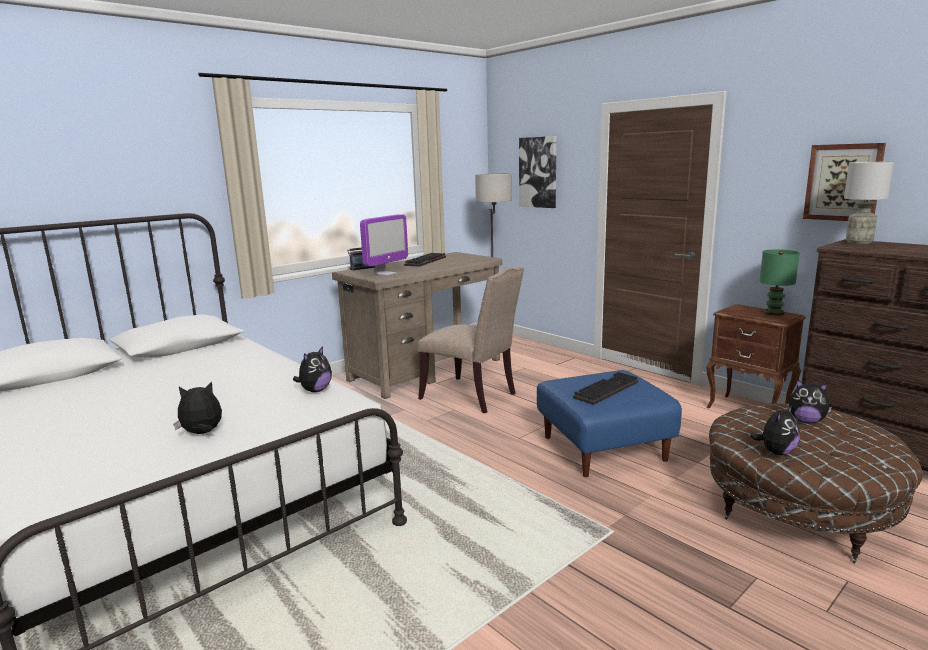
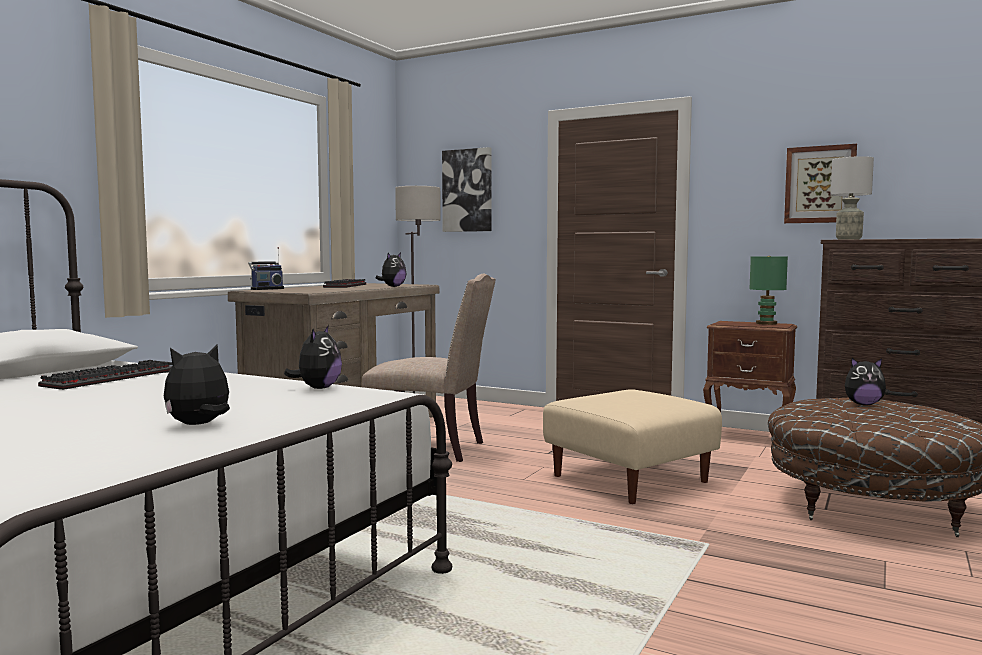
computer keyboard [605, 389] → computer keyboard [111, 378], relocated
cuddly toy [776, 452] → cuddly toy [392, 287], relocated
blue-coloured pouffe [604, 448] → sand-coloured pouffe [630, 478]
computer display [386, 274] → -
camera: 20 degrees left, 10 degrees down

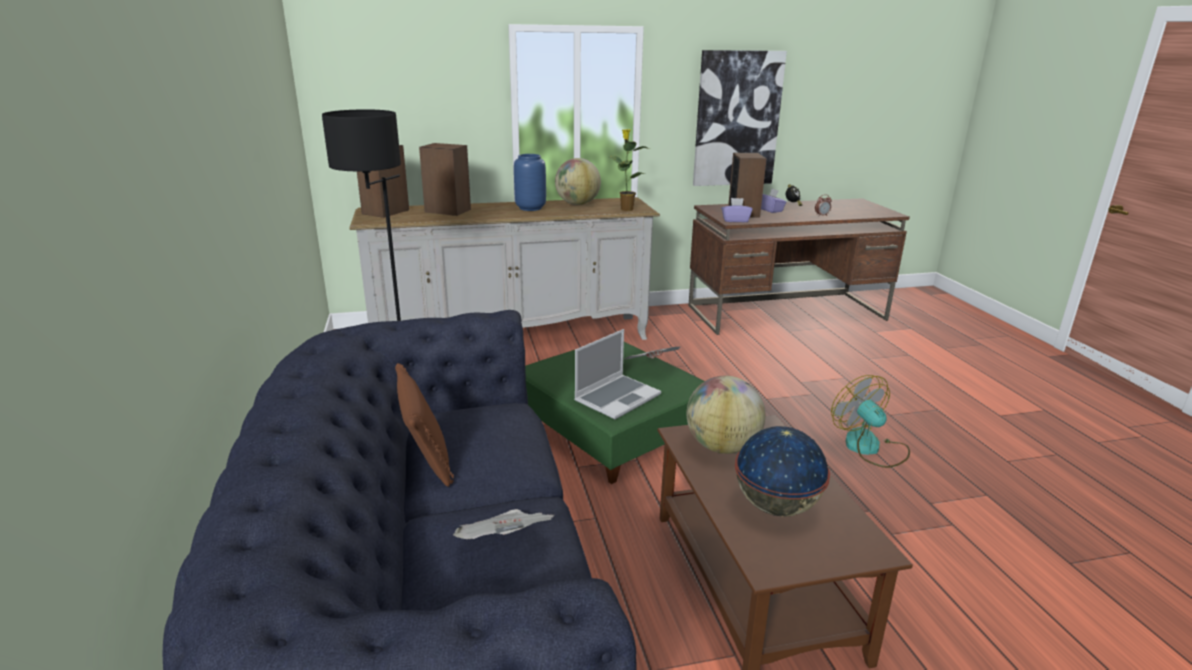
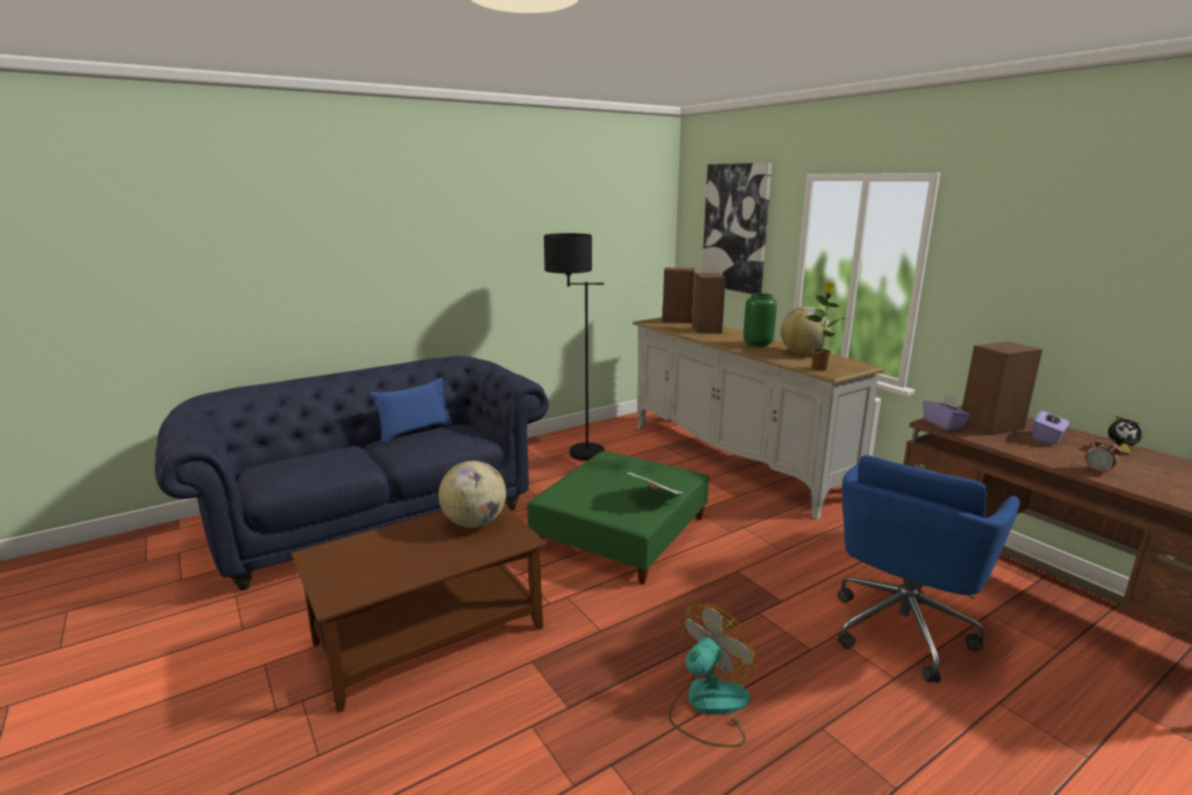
brown-coloured cushion [425, 454] → blue-coloured cushion [415, 431]
picture [737, 119] → picture [736, 228], relocated
blue-coloured flower vase [531, 208] → green-coloured flower vase [758, 344]
- → blue-coloured desk chair [902, 629]
daily paper [505, 545] → -
notebook computer [617, 397] → -
desk globe [776, 506] → -
camera: 70 degrees right, 5 degrees down

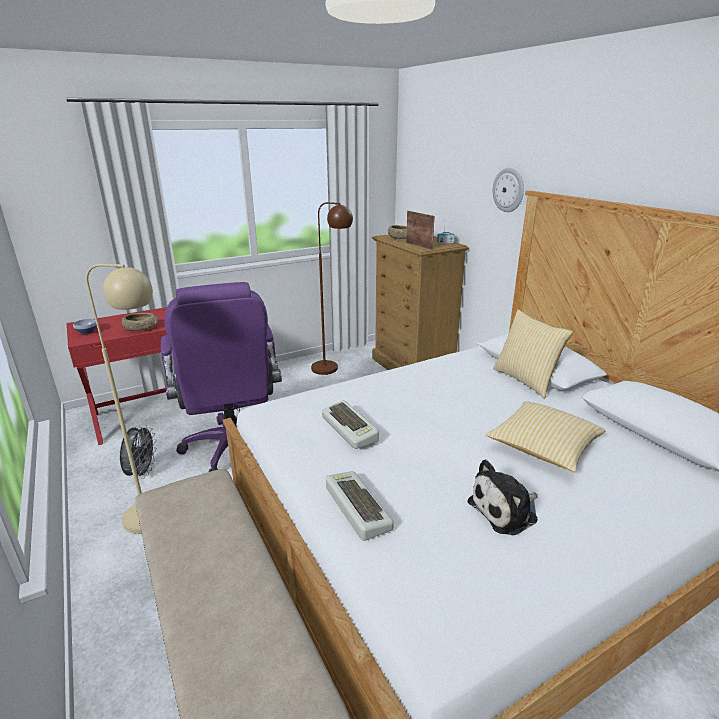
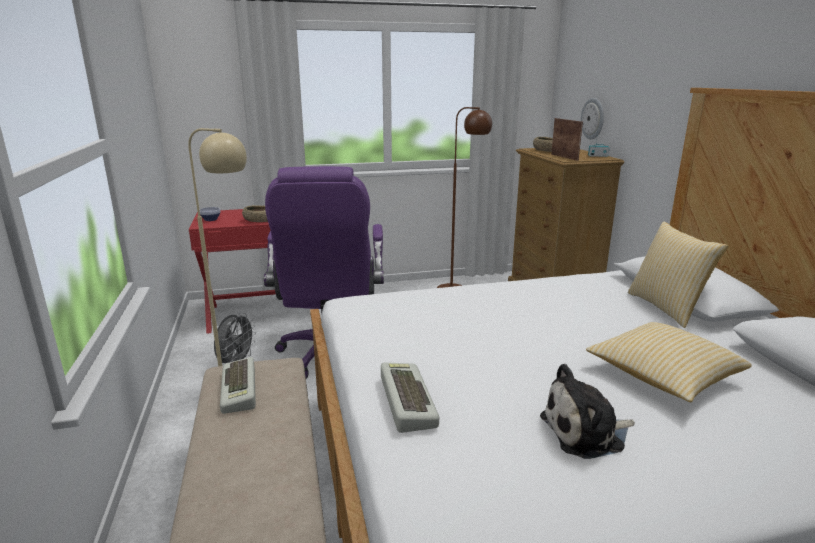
computer keyboard [351, 429] → computer keyboard [241, 390], relocated
clock on the wall [508, 190] → clock on the wall [593, 118], relocated
camera: 15 degrees right, 5 degrees down

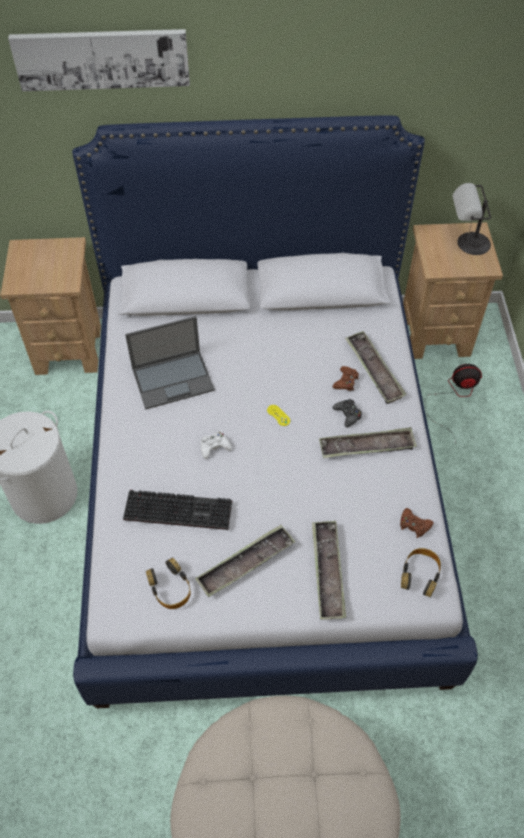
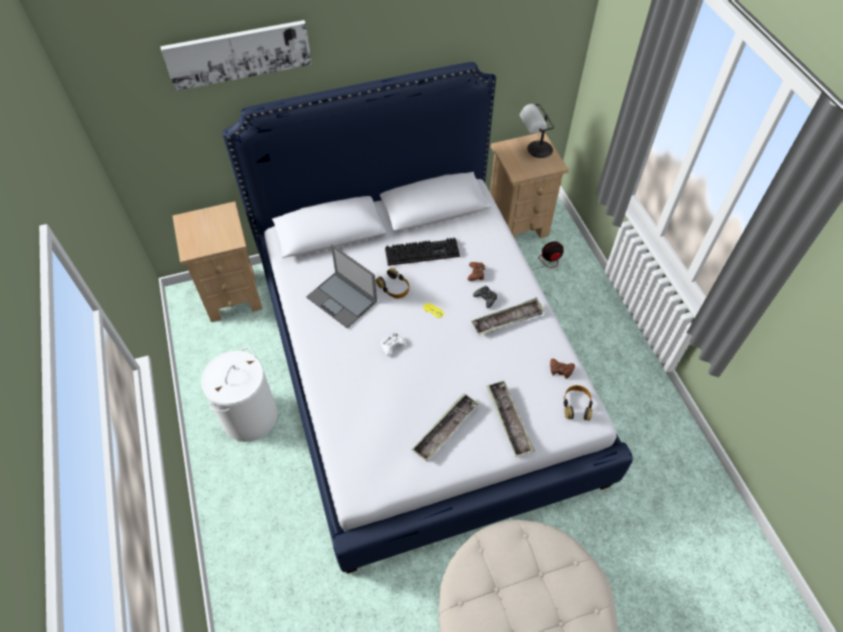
notebook computer [174, 379] → notebook computer [342, 300], 75 degrees clockwise
pair of headphones [170, 587] → pair of headphones [394, 287], relocated
computer keyboard [180, 509] → computer keyboard [423, 251], relocated
tray [374, 370] → -
camera: 15 degrees left, 0 degrees up

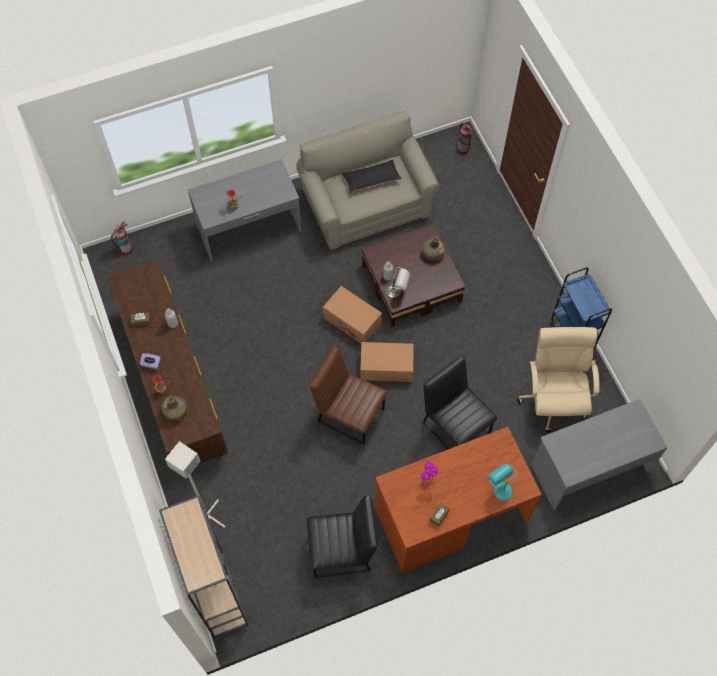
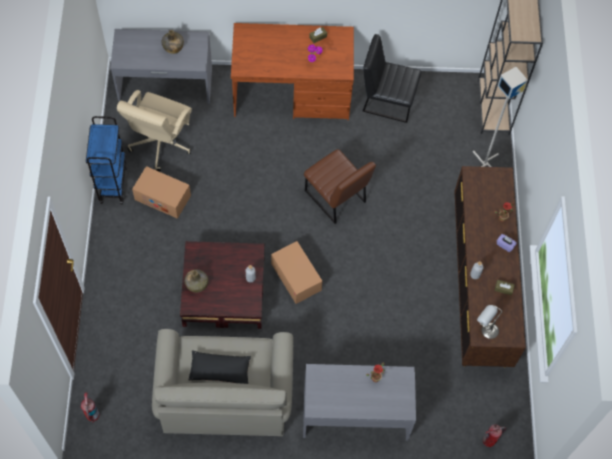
packing box [386, 367] → packing box [162, 197], relocated
green-coloured bottle [176, 411] → green-coloured bottle [173, 47], relocated
white-coloured lamp for a table [397, 290] → white-coloured lamp for a table [486, 328], relocated
blackish plain chair [455, 426] → -
blue-green lamp for a table [500, 488] → -
camera: 160 degrees left, 0 degrees up

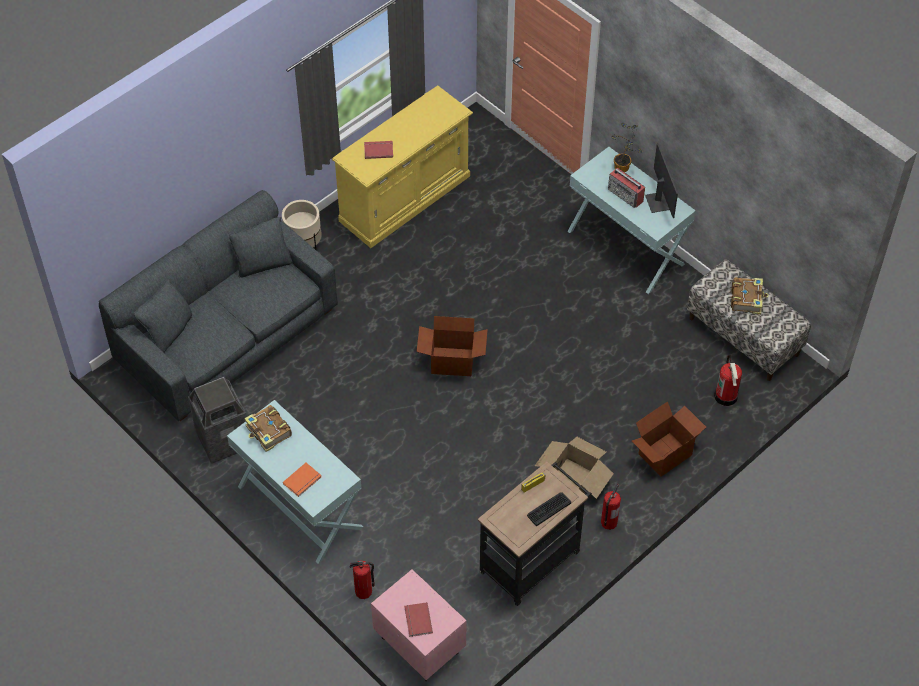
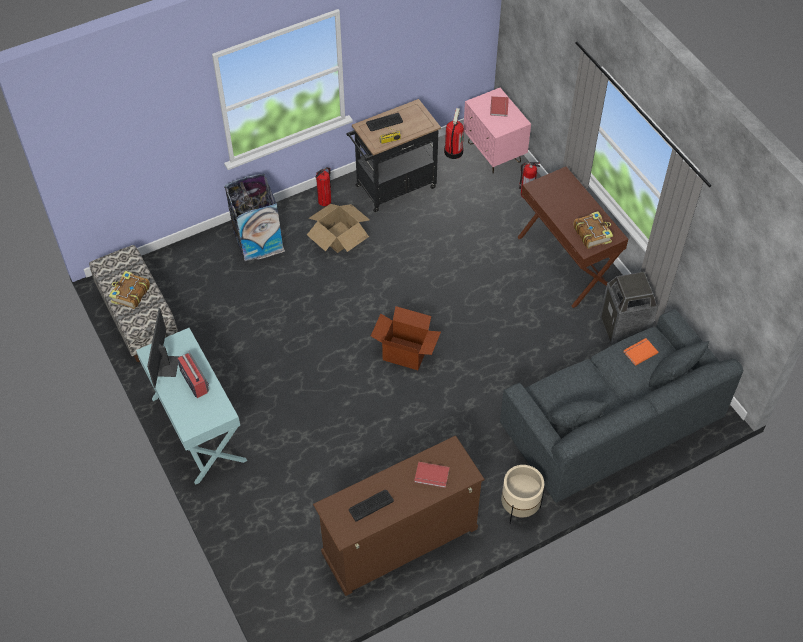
packing box [664, 453] → rubbish bin [257, 239]
yellowish cupboard [405, 198] → brown-coloured cupboard [399, 541]
- → computer keyboard [371, 505]
fire extinguisher [726, 396] → fire extinguisher [453, 151], relocated
blue-green desk table [299, 507] → brown-coloured desk table [566, 262]
orangey book [303, 481] → orangey book [639, 352], relocated
plant in a pot [623, 168] → -
camera: 165 degrees left, 0 degrees up

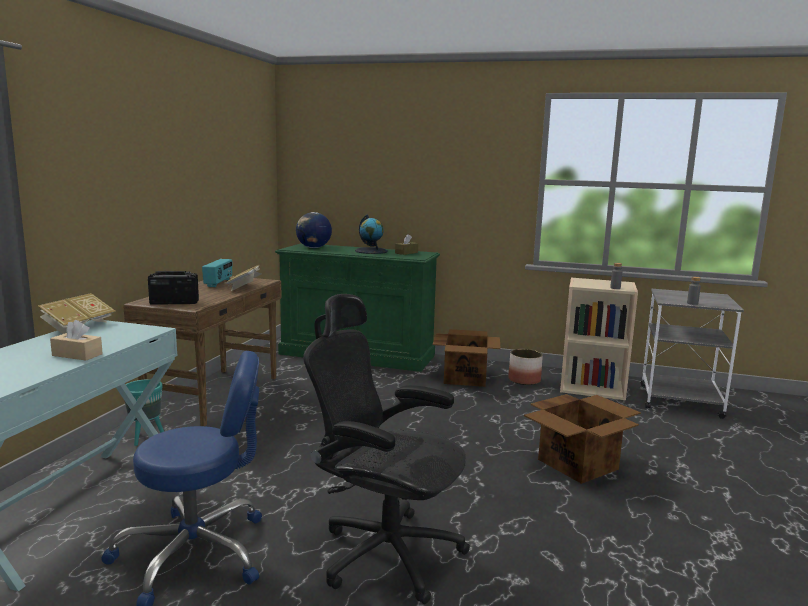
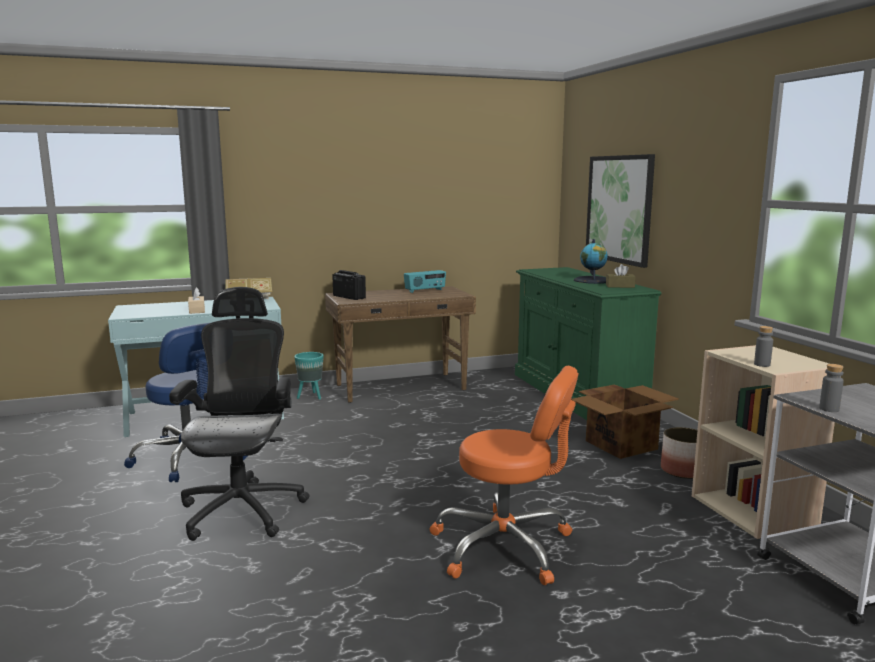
packing box [579, 464] → orangey desk chair [509, 548]
- → picture [619, 209]
book [244, 287] → -
desk globe [313, 247] → -
camera: 55 degrees right, 0 degrees up

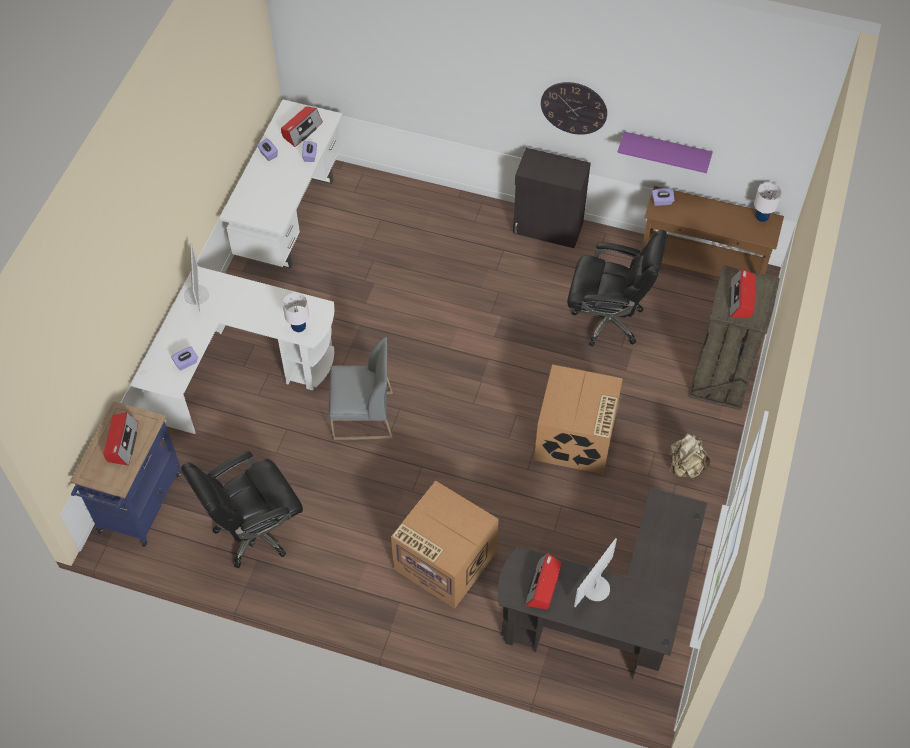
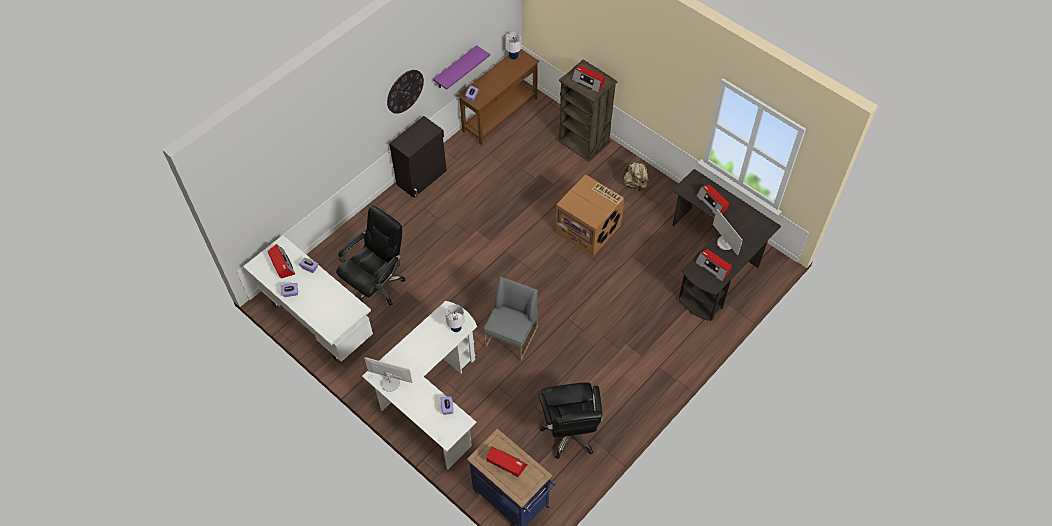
blackish desk chair [606, 320] → blackish desk chair [377, 286], relocated
- → radio [712, 203]
packing box [443, 561] → -
camera: 65 degrees left, 0 degrees up

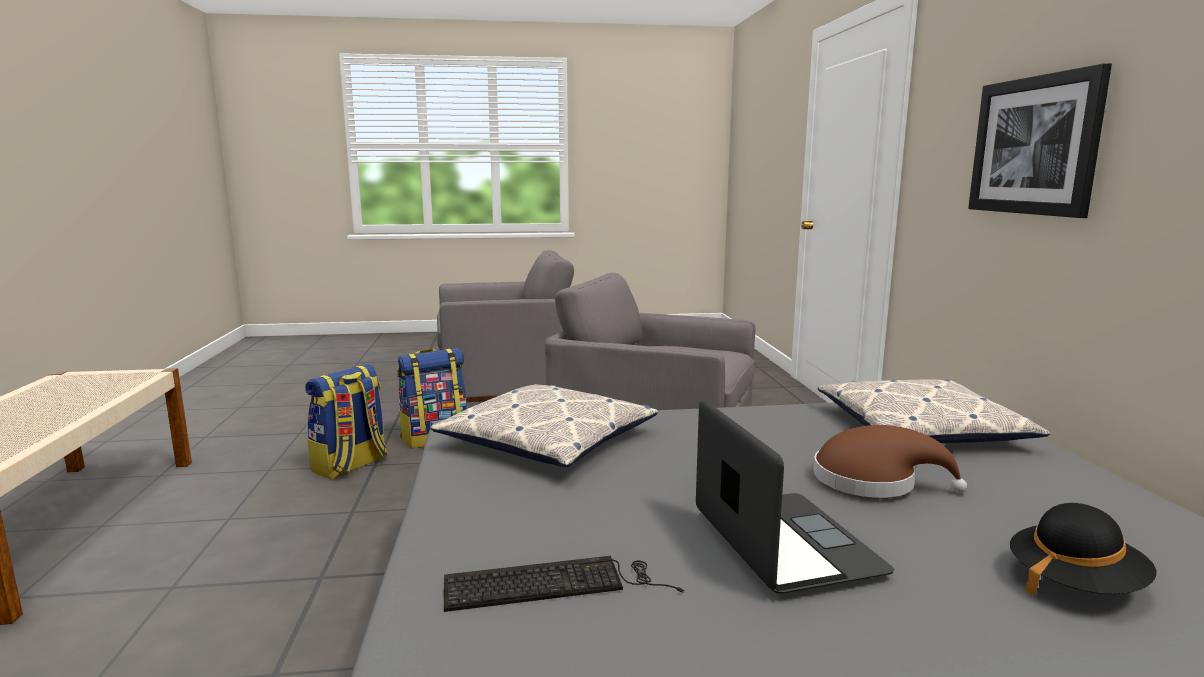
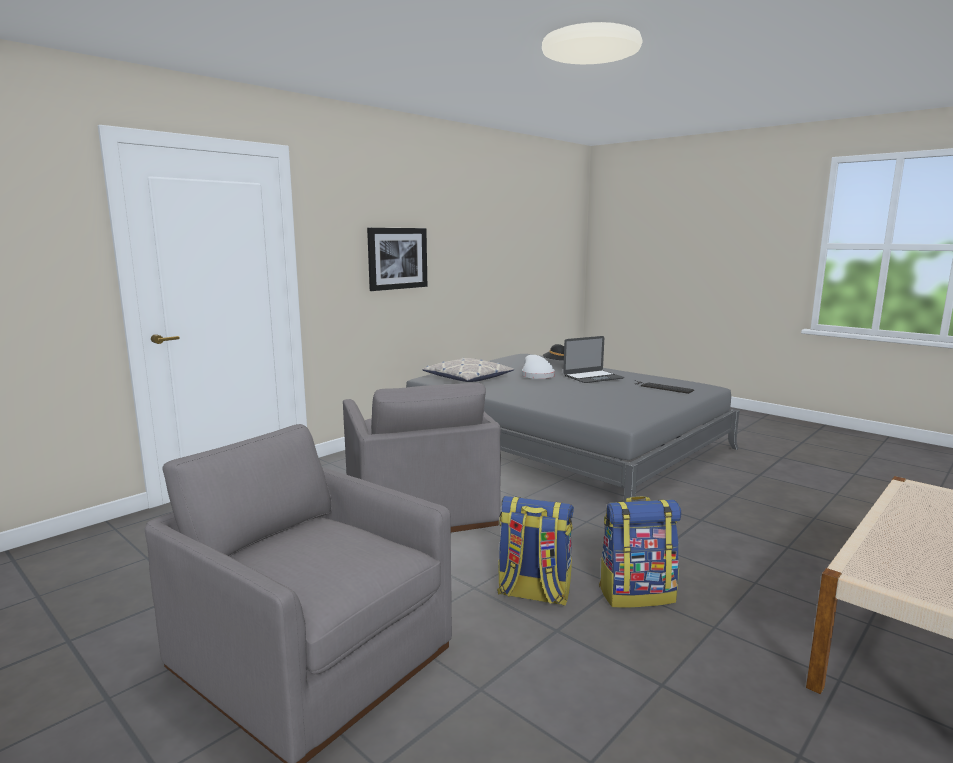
brown-coloured clothing hat [872, 481] → white-coloured clothing hat [536, 375]
notebook computer [785, 540] → notebook computer [593, 377], 150 degrees counterclockwise
cushion [548, 440] → -
camera: 130 degrees left, 0 degrees up

